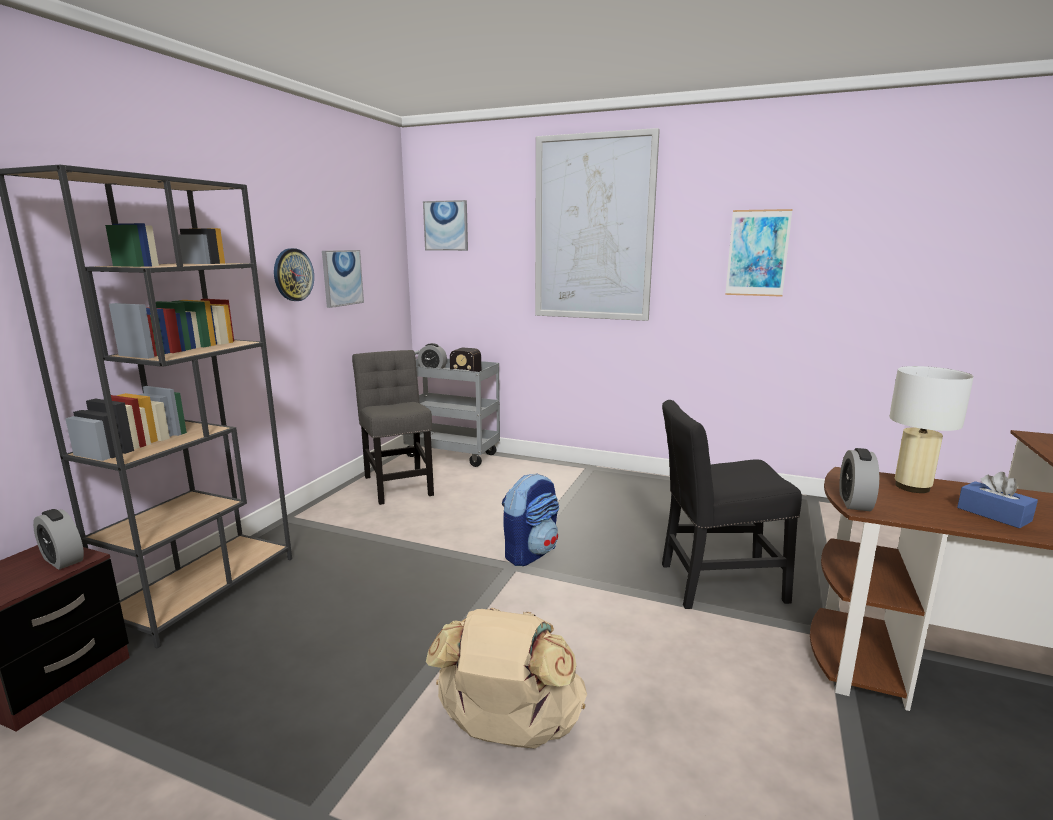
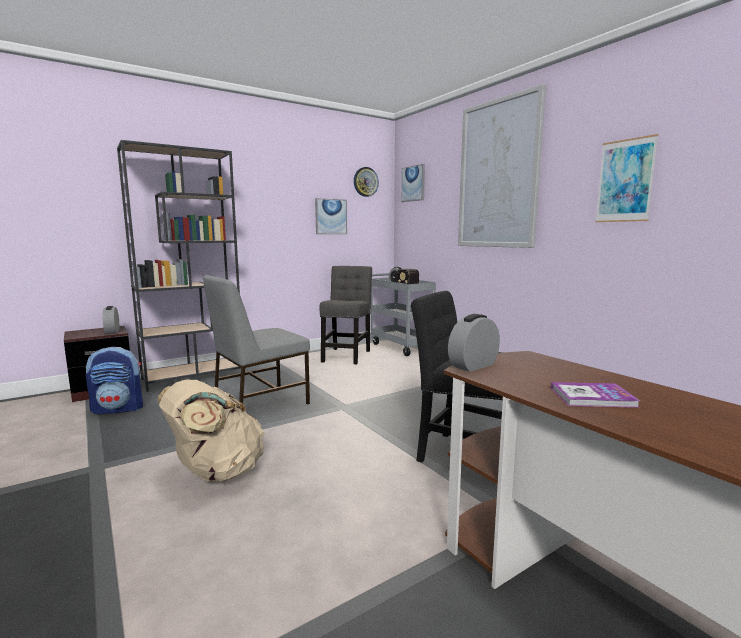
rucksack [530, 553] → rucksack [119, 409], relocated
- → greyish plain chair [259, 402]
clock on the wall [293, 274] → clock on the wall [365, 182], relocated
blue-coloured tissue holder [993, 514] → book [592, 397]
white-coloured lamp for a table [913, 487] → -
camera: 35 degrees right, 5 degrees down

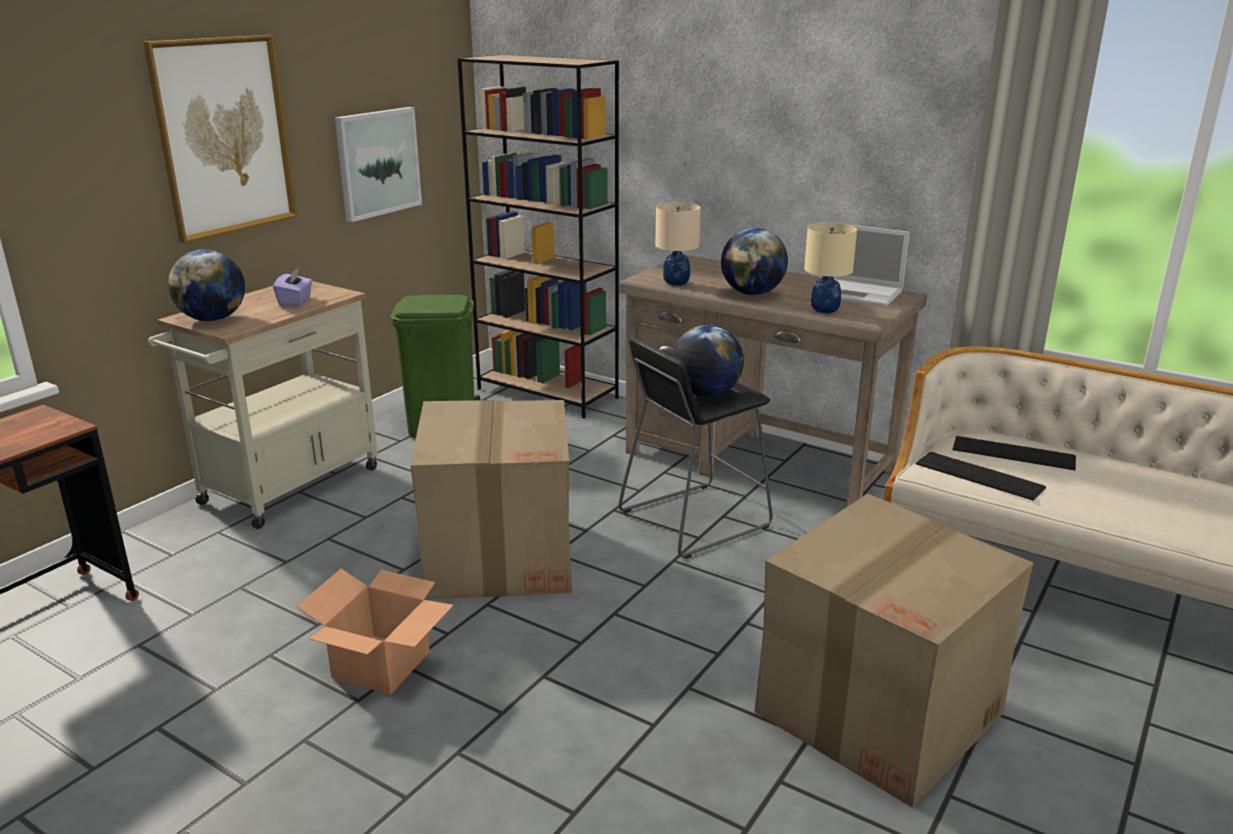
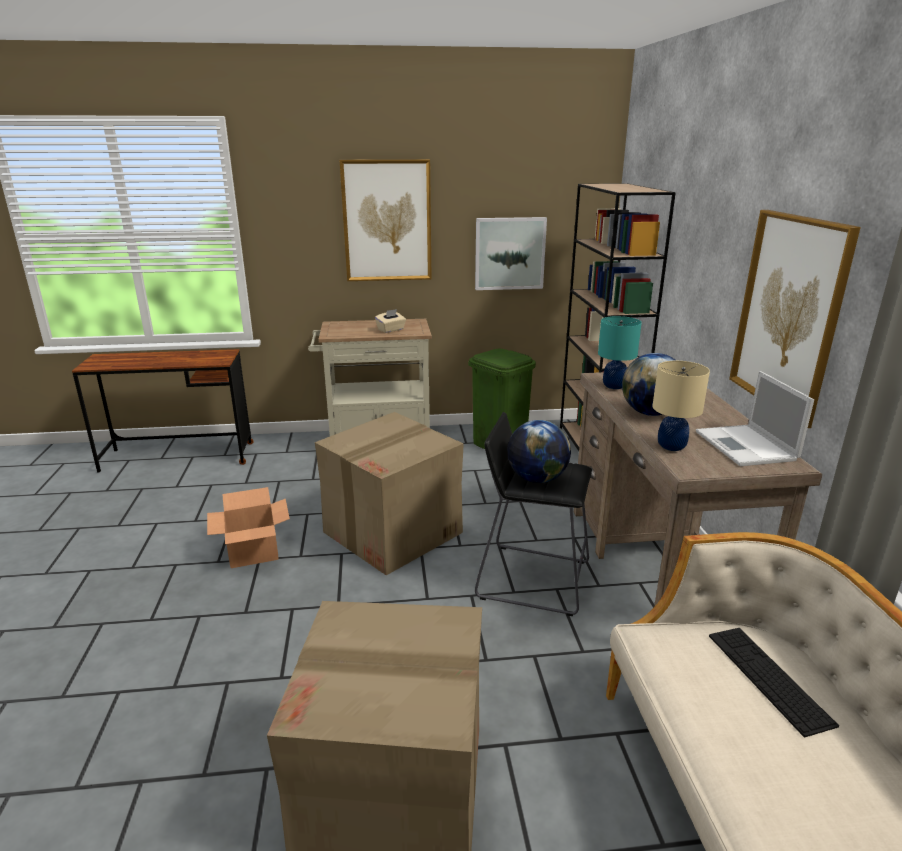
purple-coloured tissue holder [295, 301] → sand-coloured tissue holder [391, 330]
sand-coloured lamp for a table [677, 283] → blue-green lamp for a table [615, 387]
- → picture [788, 314]
desk globe [213, 319] → -
computer keyboard [979, 475] → -
camera: 50 degrees right, 0 degrees up

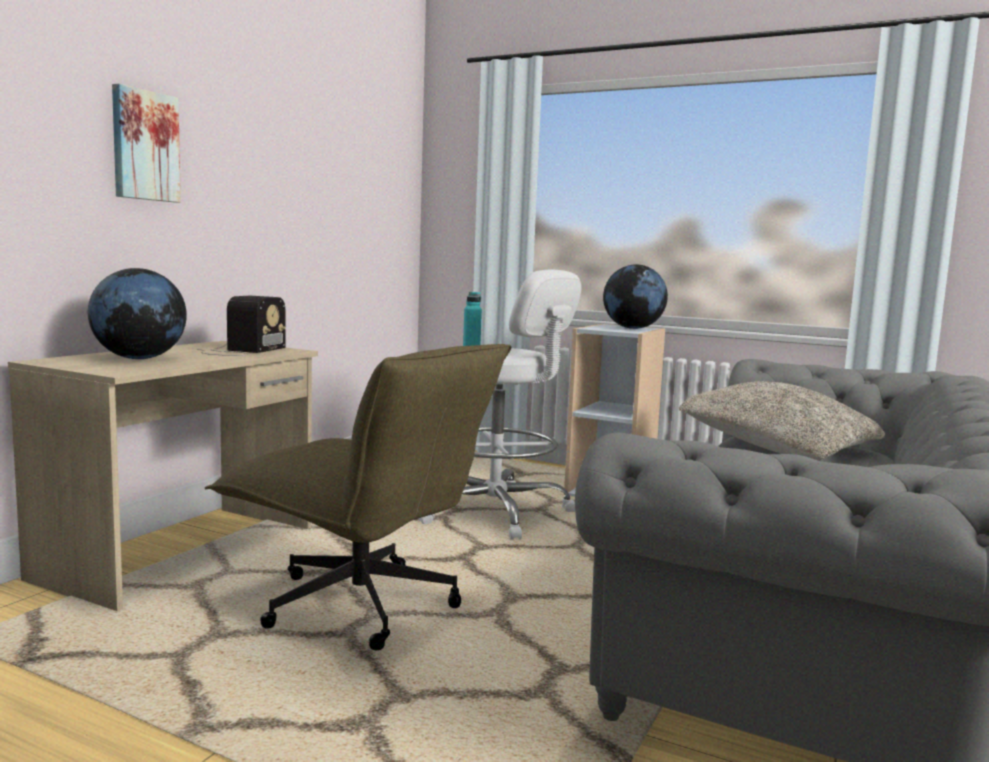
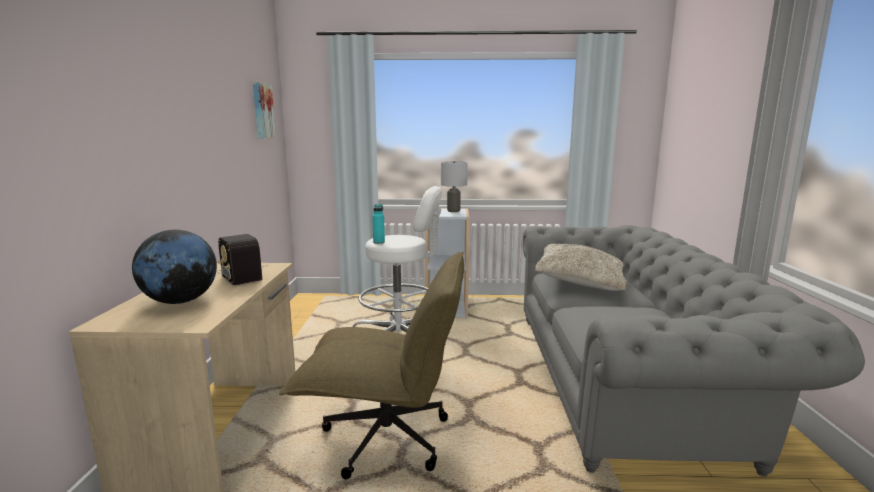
radio [242, 351] → radio [240, 274], 150 degrees clockwise
picture [144, 146] → picture [262, 111], relocated
desk globe [633, 328] → white-coloured lamp for a table [453, 211]
camera: 25 degrees left, 5 degrees up

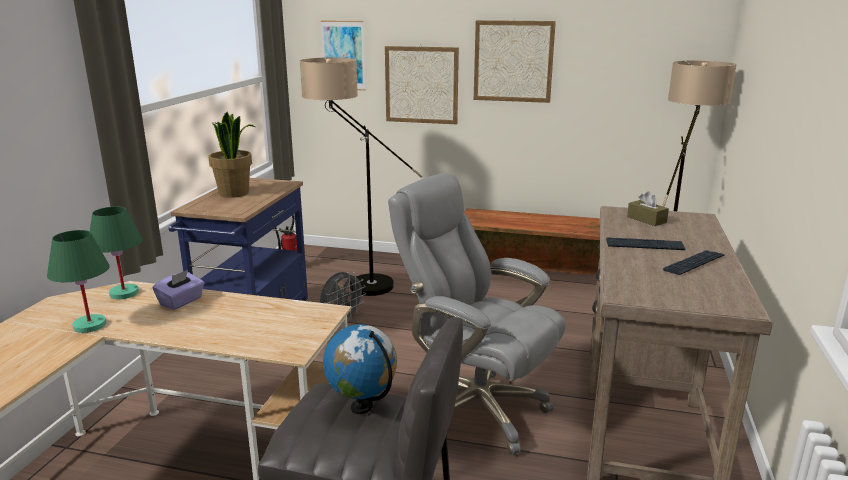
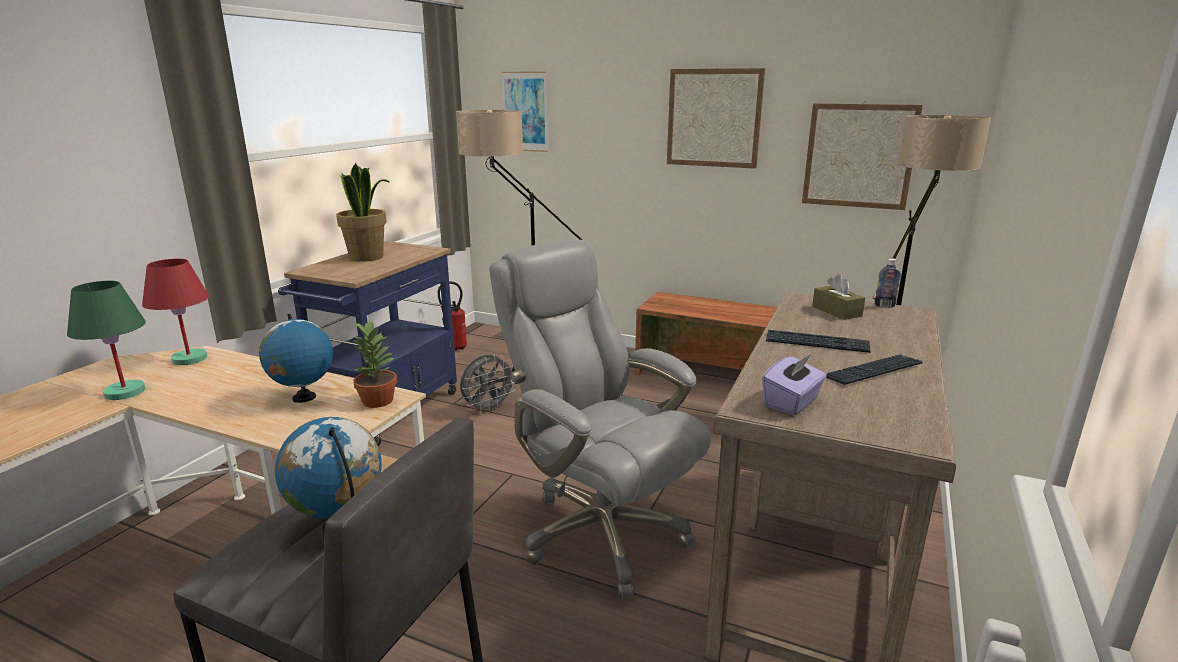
green-coloured lamp for a table [124, 293] → red-coloured lamp for a table [189, 358]
- → desk globe [304, 398]
- → plant in a pot [377, 400]
purple-coloured tissue holder [181, 302] → purple-coloured tissue holder [792, 402], relocated
picture [421, 84] → picture [859, 155], relocated
- → bottle [884, 306]
camera: 10 degrees right, 0 degrees up

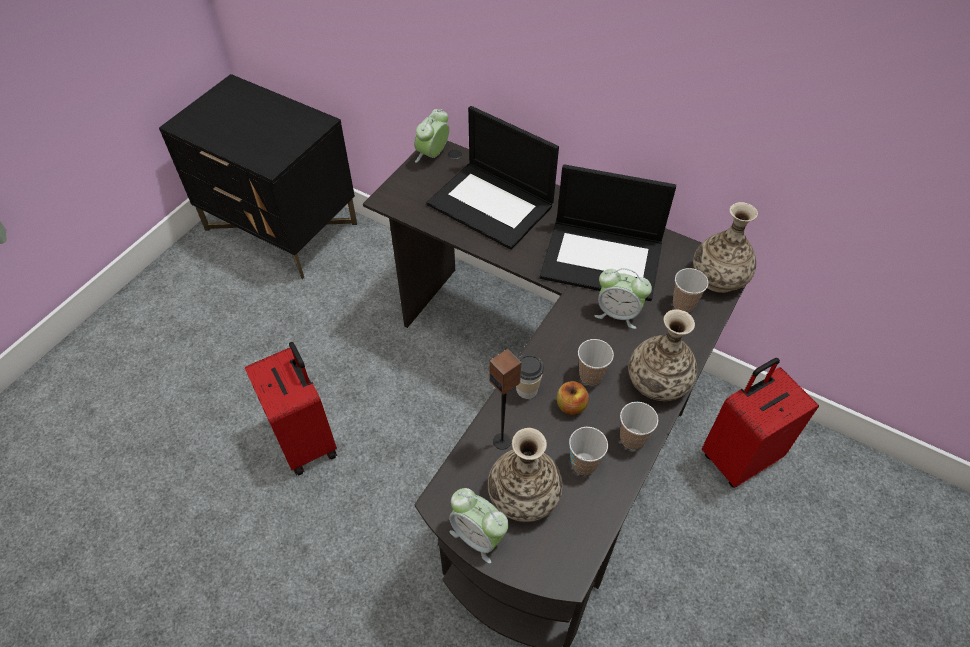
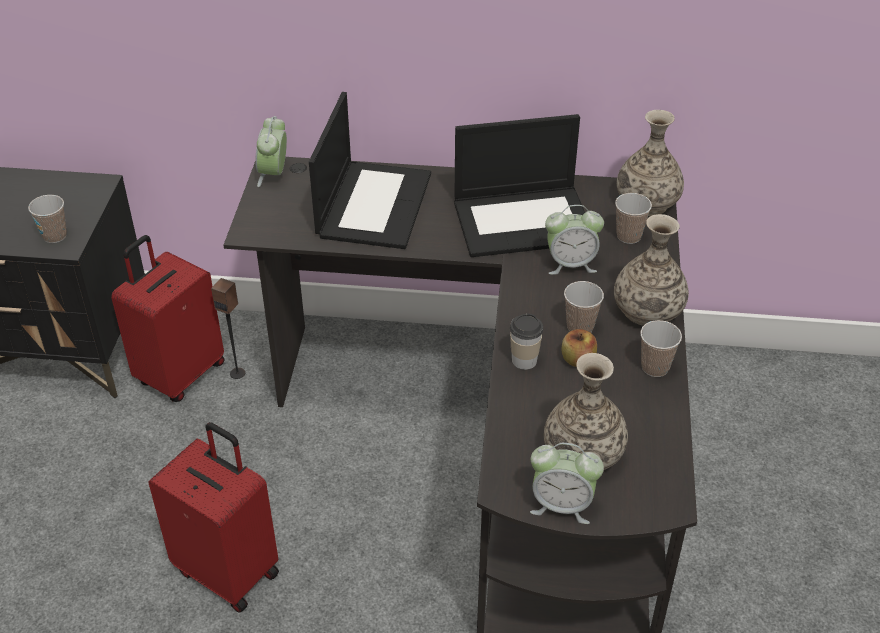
small cup [583, 464] → small cup [55, 236], relocated
red-coloured travel case [738, 456] → red-coloured travel case [180, 374], relocated
audio speaker [502, 441] → audio speaker [237, 373], relocated
notebook computer [492, 205] → notebook computer [373, 204], 90 degrees counterclockwise
camera: 25 degrees left, 10 degrees down

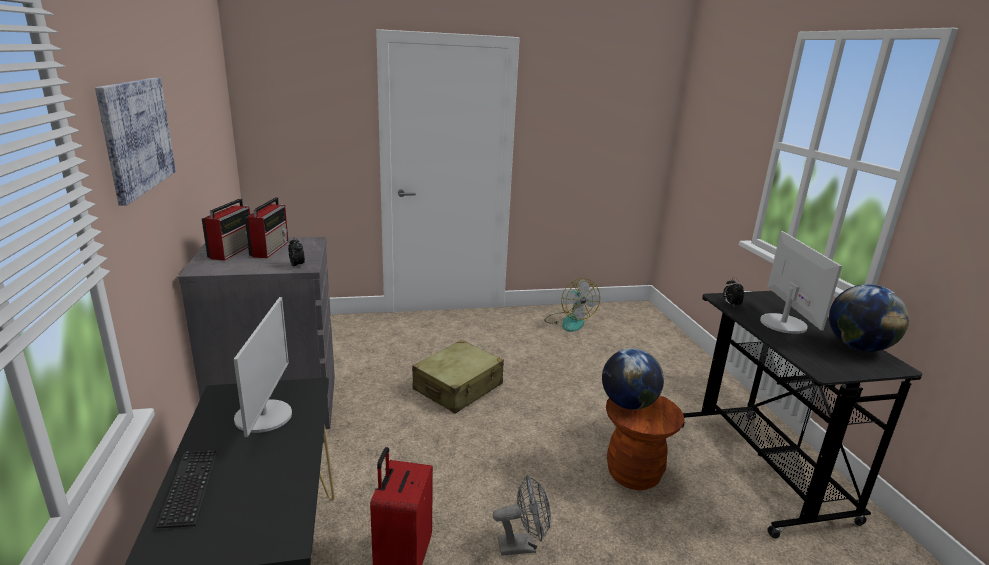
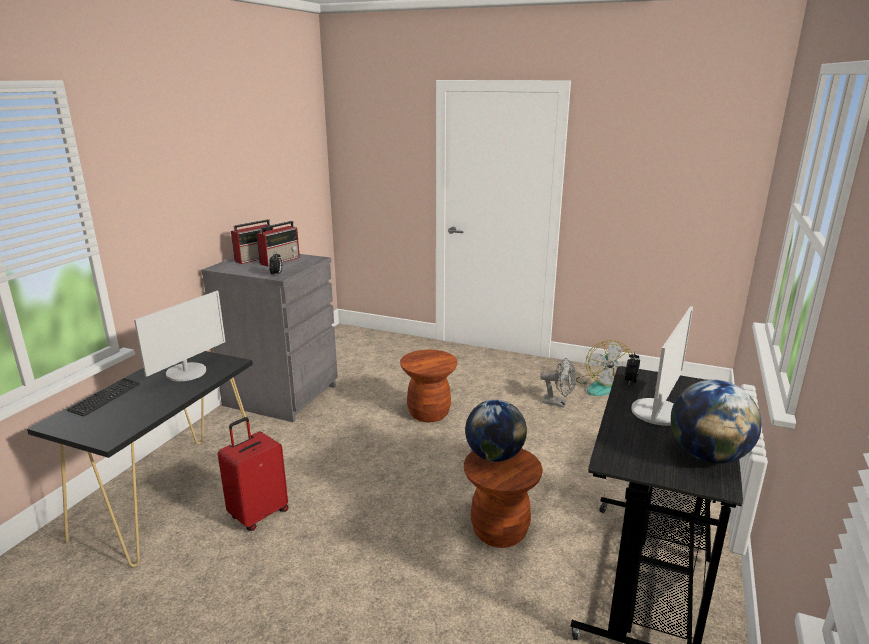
sand-coloured travel case [458, 387] → brown-coloured stool [429, 413]
greyish cooling fan [523, 545] → greyish cooling fan [558, 403], relocated
picture [137, 136] → -
camera: 35 degrees right, 0 degrees up

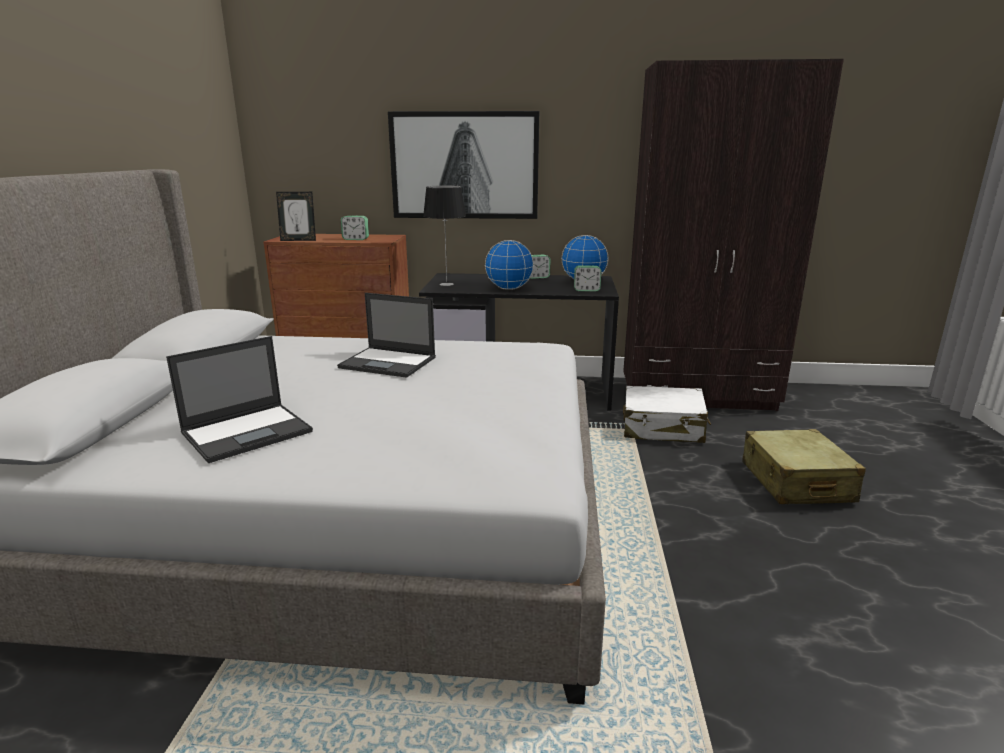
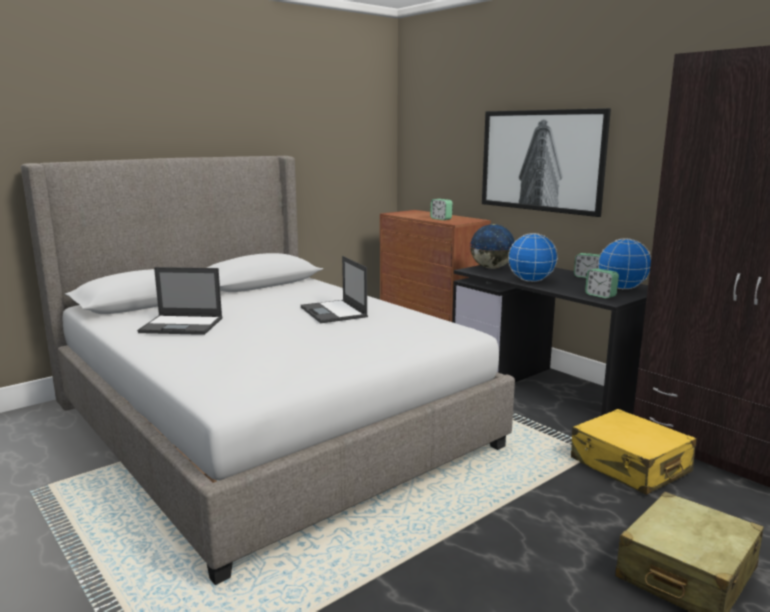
lamp for a table [446, 284] → desk globe [491, 268]
white-coloured travel case [663, 428] → yellowish travel case [629, 466]
standing frame [298, 240] → -
camera: 45 degrees right, 5 degrees down

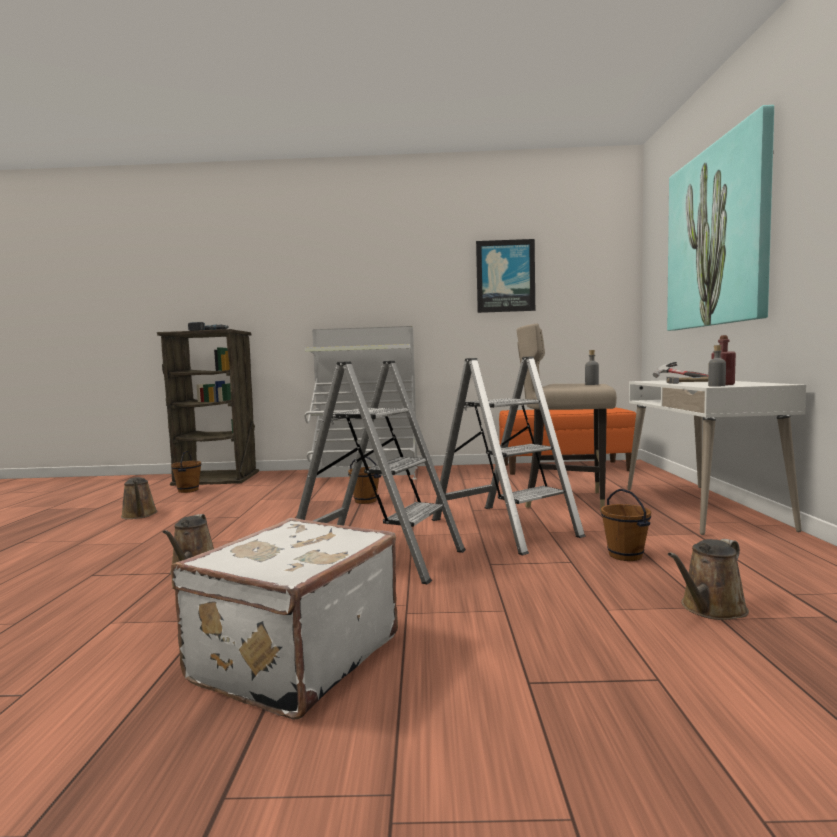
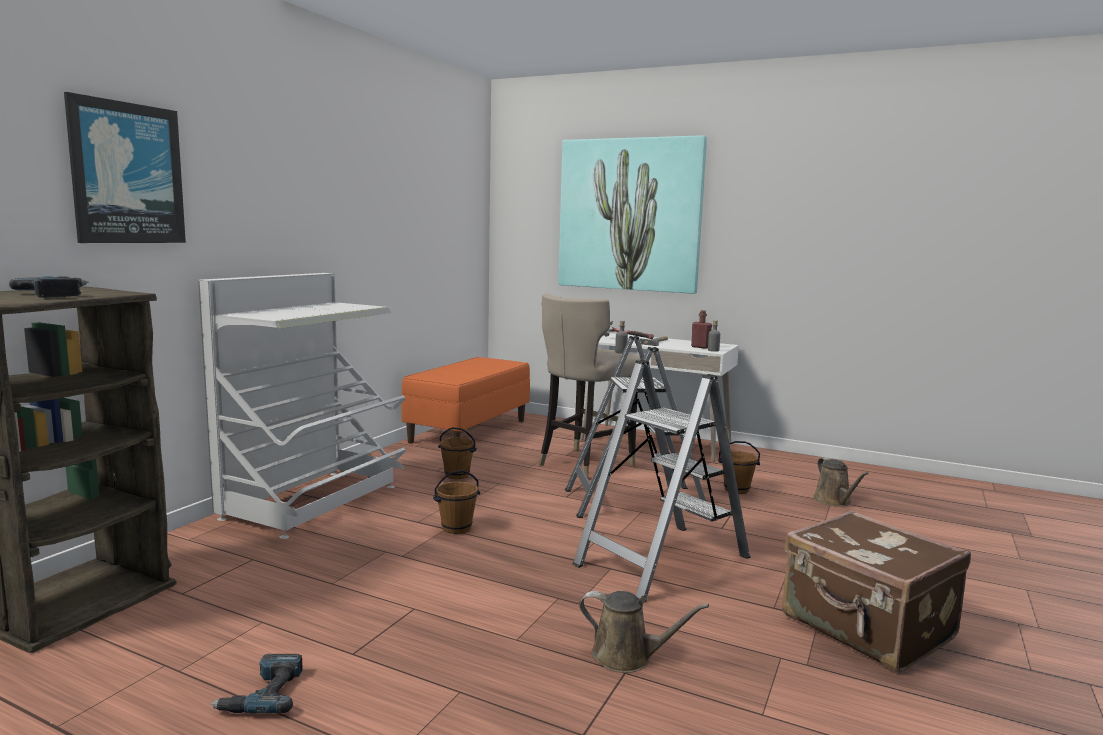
picture [505, 276] → picture [127, 173], relocated
brown-coloured sprinkling can [139, 515] → power drill [263, 693]
brown-coloured bucket [188, 490] → brown-coloured bucket [457, 475], relocated
white-coloured travel case [292, 657] → brown-coloured travel case [866, 628]
camera: 65 degrees left, 5 degrees up

